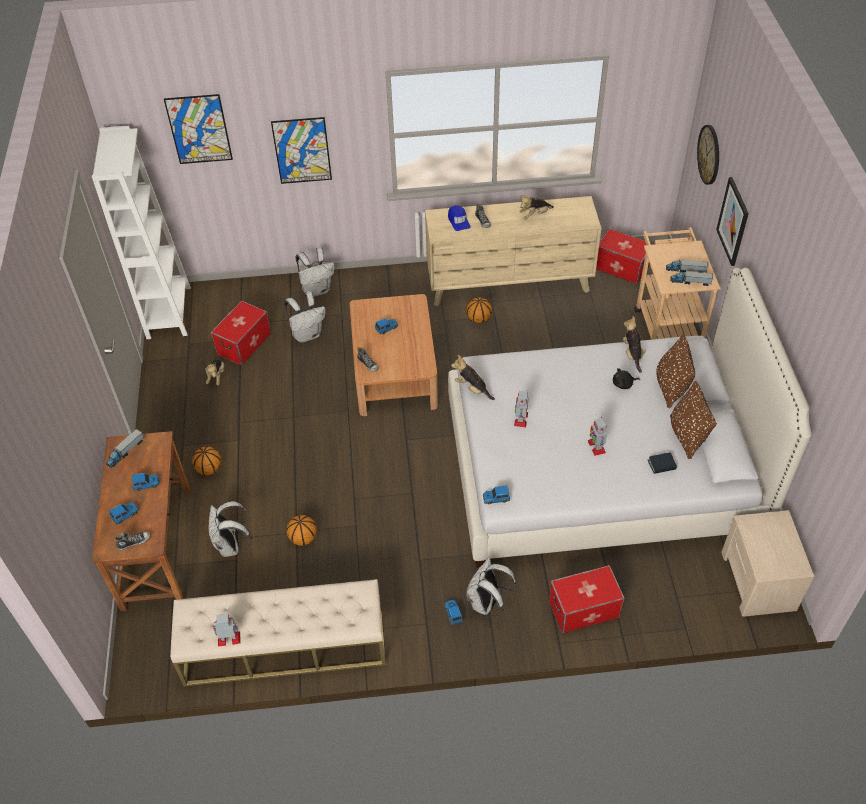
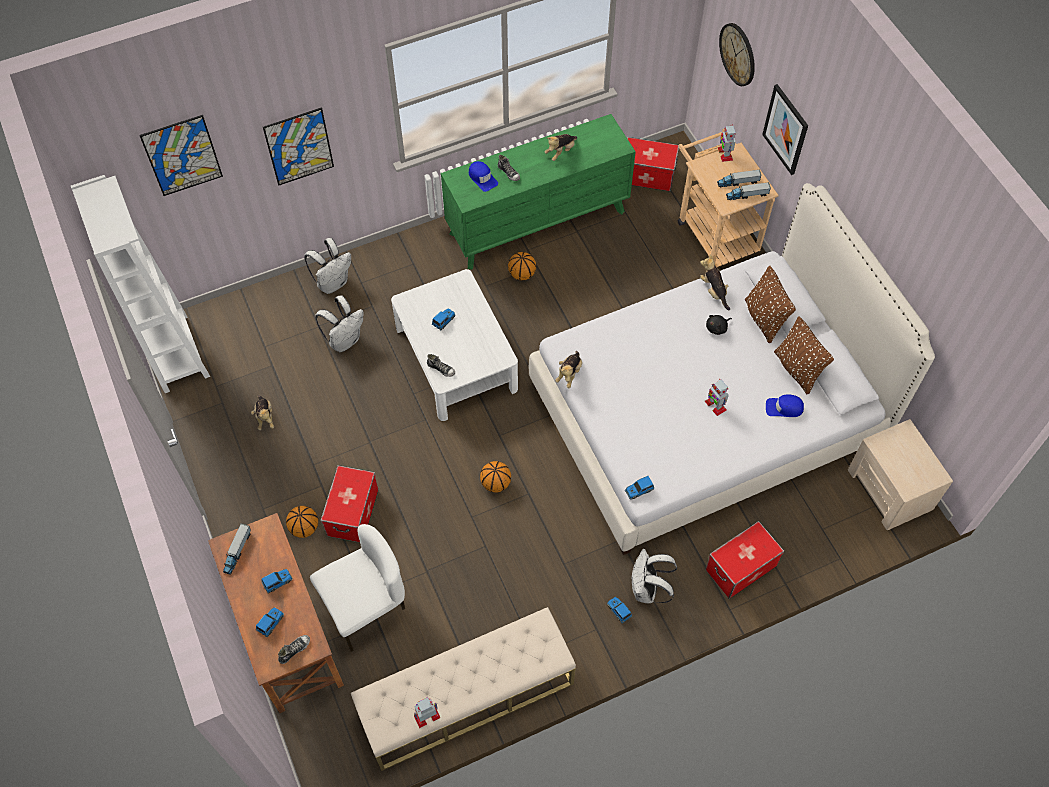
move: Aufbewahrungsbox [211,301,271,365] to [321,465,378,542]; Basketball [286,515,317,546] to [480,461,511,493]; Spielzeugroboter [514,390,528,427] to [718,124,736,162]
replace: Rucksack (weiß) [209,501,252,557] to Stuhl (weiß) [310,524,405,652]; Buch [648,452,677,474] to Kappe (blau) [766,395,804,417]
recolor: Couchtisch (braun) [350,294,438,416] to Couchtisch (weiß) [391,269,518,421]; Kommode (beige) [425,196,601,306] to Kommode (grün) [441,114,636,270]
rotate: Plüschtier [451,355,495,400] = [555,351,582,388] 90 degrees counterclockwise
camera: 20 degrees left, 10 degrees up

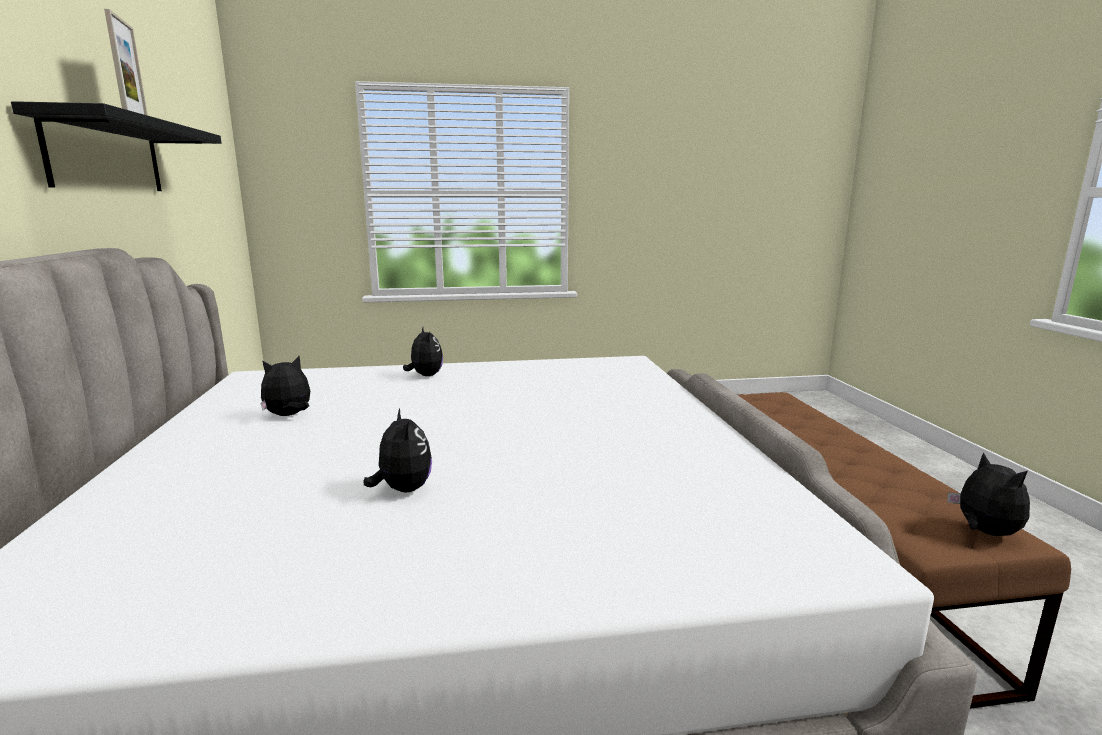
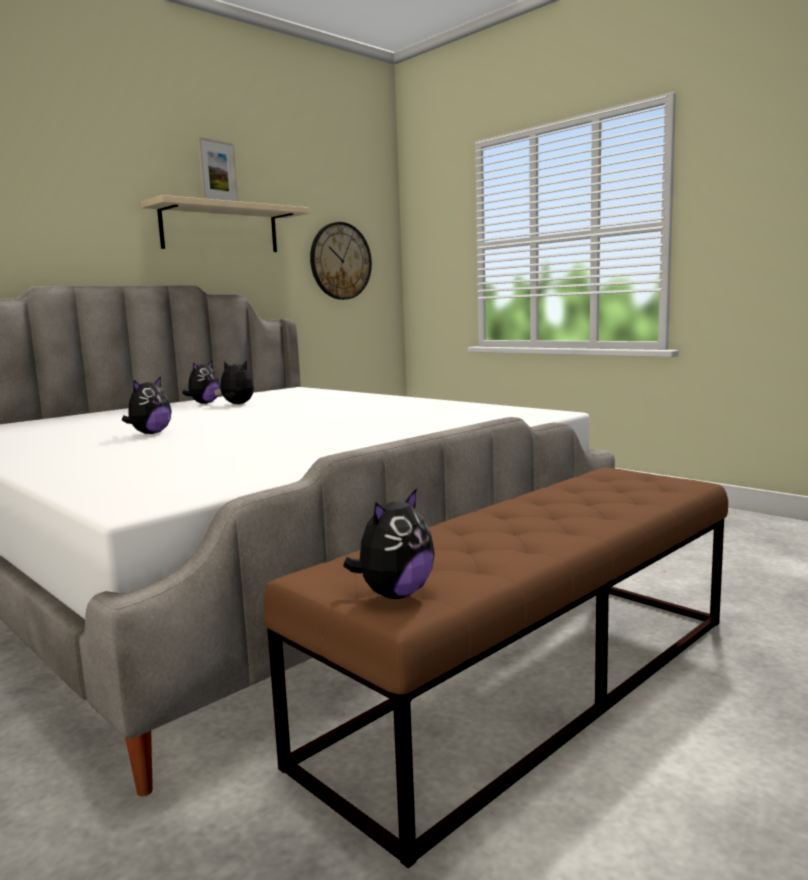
insert: Wanduhr [310,222,372,300]
move: Plüschtier [403,328,443,376] to [182,360,220,404]
recolor: Wandregal (schwarz) [11,101,221,191] to Wandregal (beige) [141,195,310,252]
camera: 55 degrees right, 5 degrees down

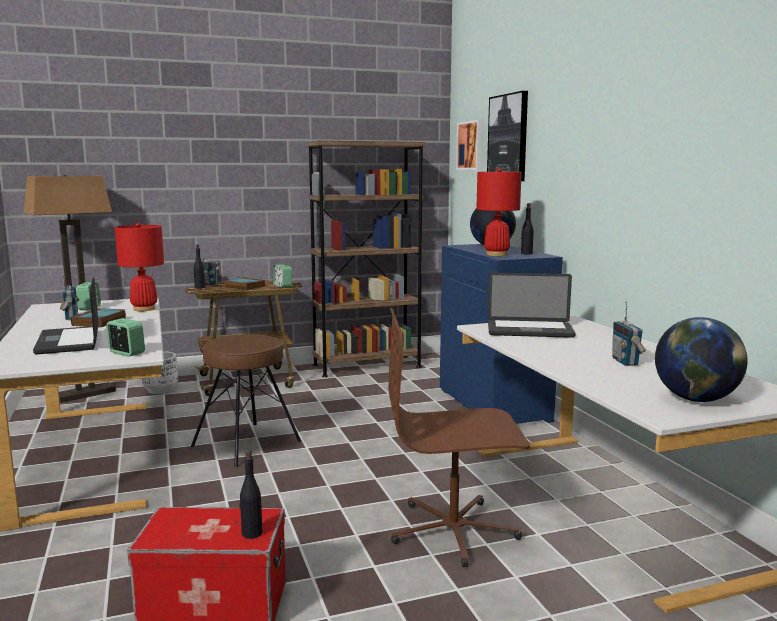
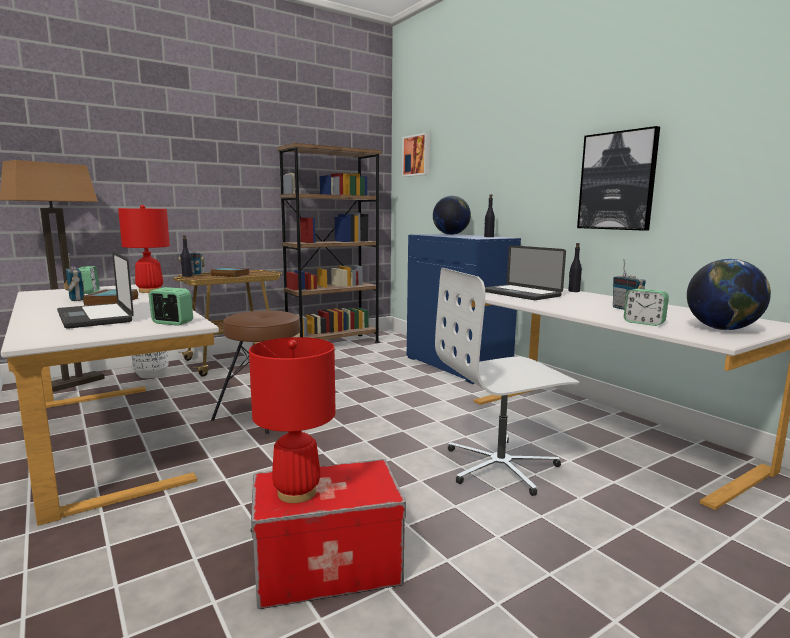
move: Flasche (schwarz) [239,450,263,539] to [568,243,582,292]; Wecker [273,264,292,288] to [624,289,669,326]; Tischlampe (rot) [476,168,522,256] to [249,337,335,503]; Bild [487,91,528,181] to [577,126,660,231]
recolor: Bürostuhl (braun) [388,308,530,567] to Bürostuhl (weiß) [435,268,580,496]
rotate: Laptop [488,273,576,338] = [485,245,566,300] 60 degrees clockwise
camera: 15 degrees left, 0 degrees up

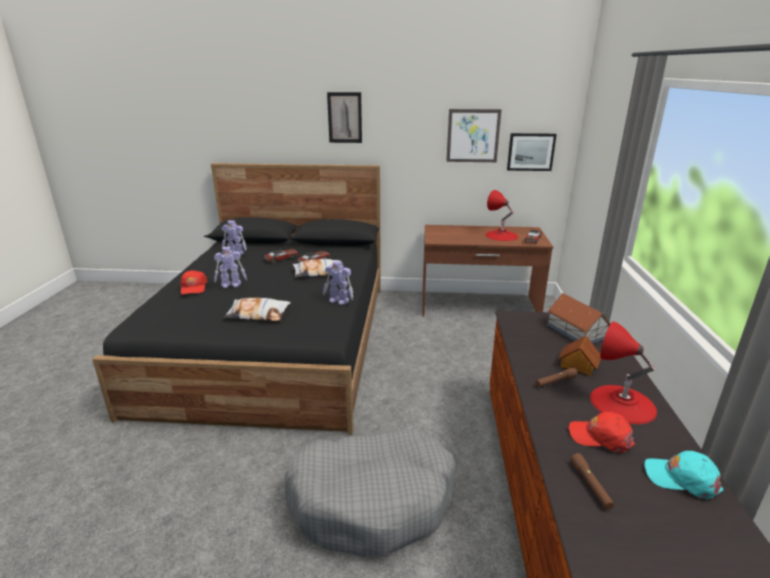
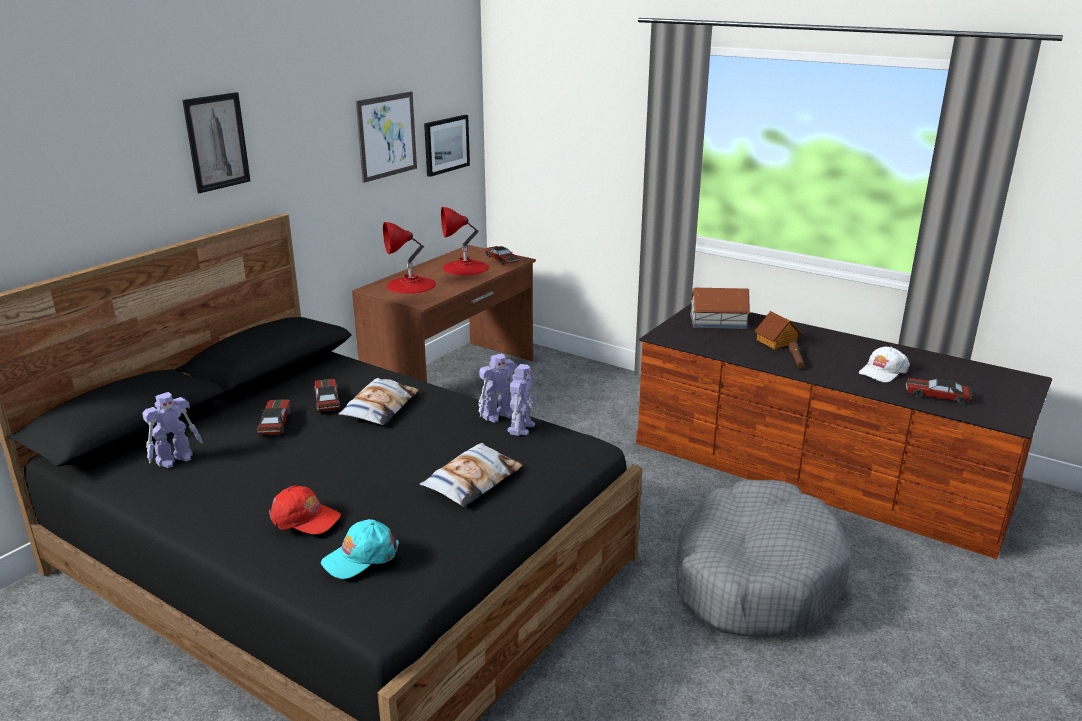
move: Spielzeugroboter [214,247,247,288] to [507,364,535,436]; Tischlampe (rot) [590,321,657,424] to [383,222,436,294]; Kappe (türkis) [645,451,723,499] to [321,519,399,579]
replace: Taschenlampe (braun) [571,453,614,510] to Spielzeugauto [906,378,972,404]
recolor: Kappe (rot) [569,412,635,453] to Kappe (weiß) [859,347,910,382]
camera: 60 degrees left, 0 degrees up

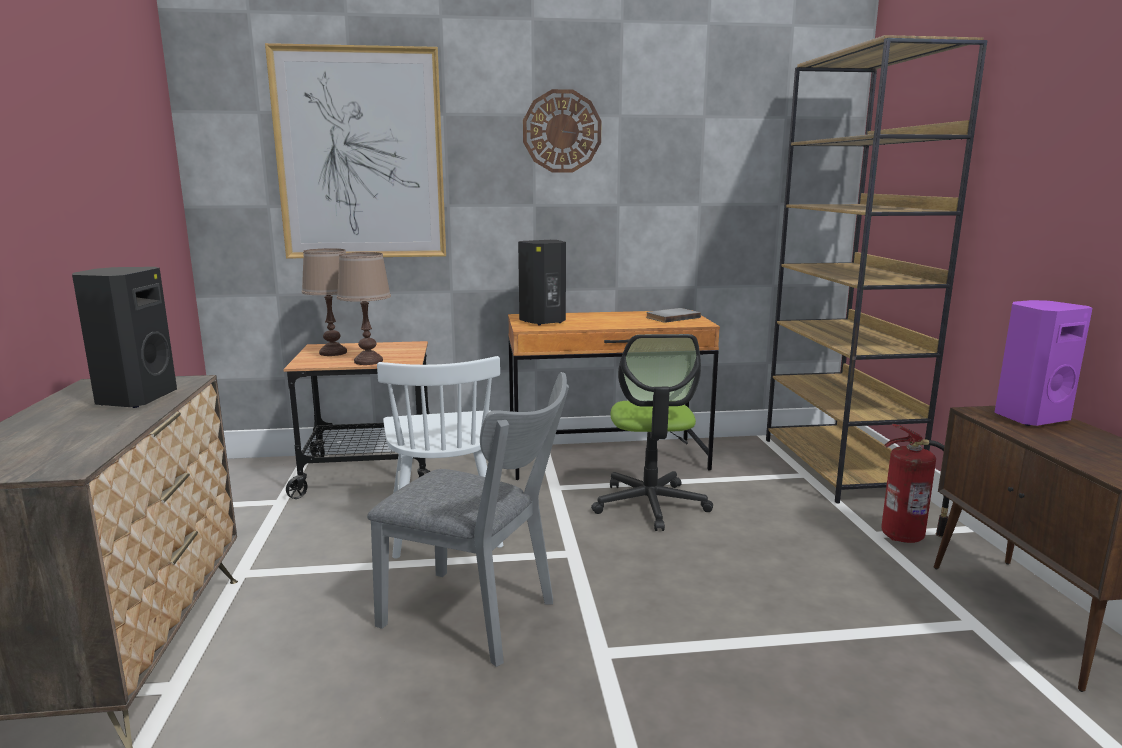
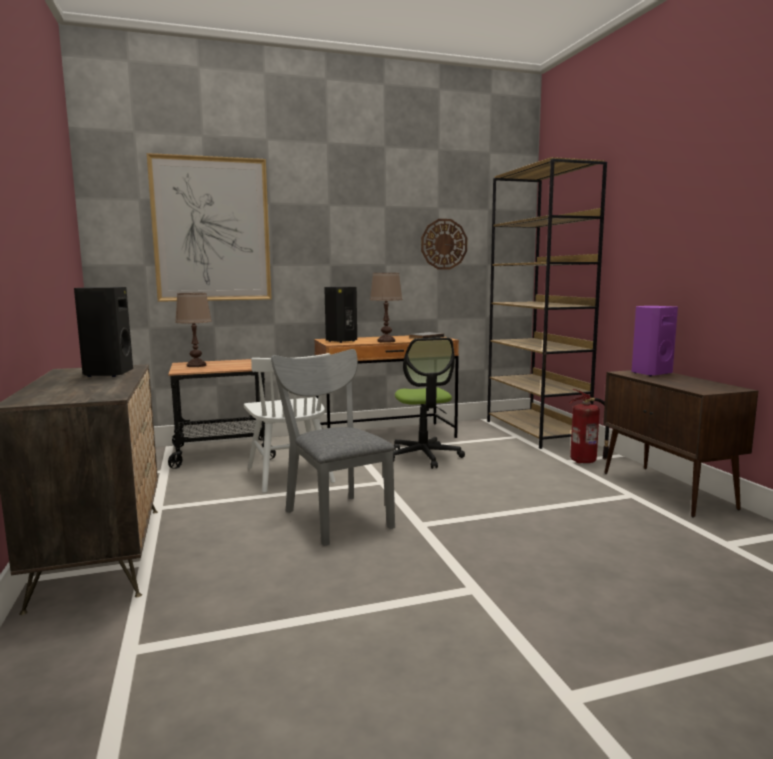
move: Tischlampe (braun) [337,252,391,365] to [370,273,403,343]; Wanduhr [523,89,601,172] to [421,219,467,270]
rotate: Stuhl (grau) [367,372,569,667] = [271,349,395,546] 135 degrees counterclockwise
camera: 10 degrees left, 5 degrees down

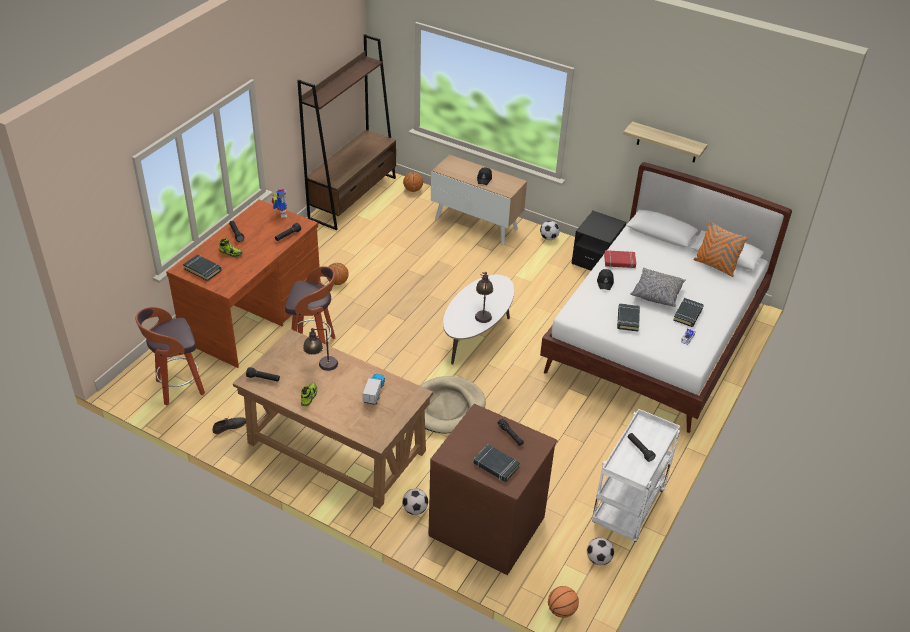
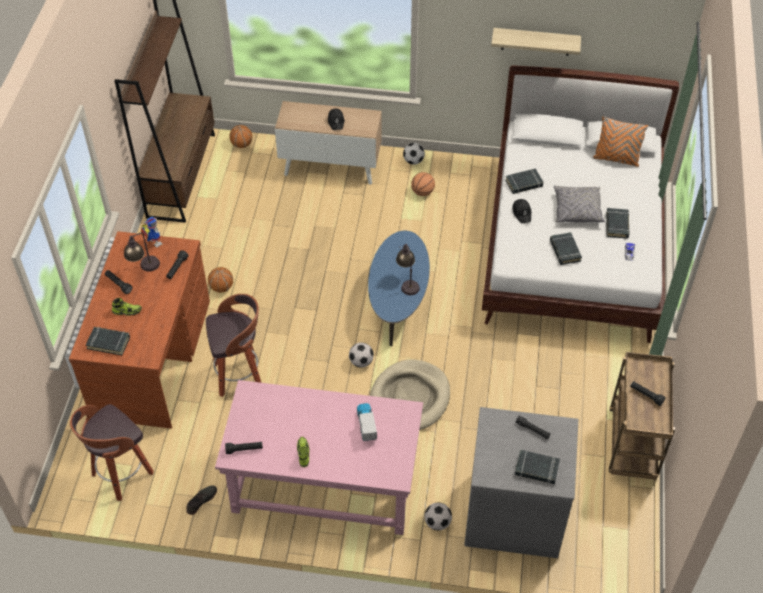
delete: Nachttisch (schwarz) [571,211,626,271]
move: Tischlampe [303,328,338,371] to [124,232,160,272]; Basketball [548,586,579,618] to [411,172,435,196]; Fußball [587,538,614,565] to [349,343,374,368]
recolor: Schreibtisch (braun) [233,329,433,509] to Schreibtisch (rosa) [215,380,423,535]; Kommode (braun) [428,404,558,575] to Kommode (grau) [464,407,578,558]; Couchtisch (weiß) [443,274,515,365] to Couchtisch (blau) [368,231,430,346]; Rollwagen (weiß) [592,409,680,542] to Rollwagen (braun) [609,352,675,480]; Buch (rot) [604,250,636,268] to Buch (schwarz) [505,168,544,194]
camera: 20 degrees left, 10 degrees up

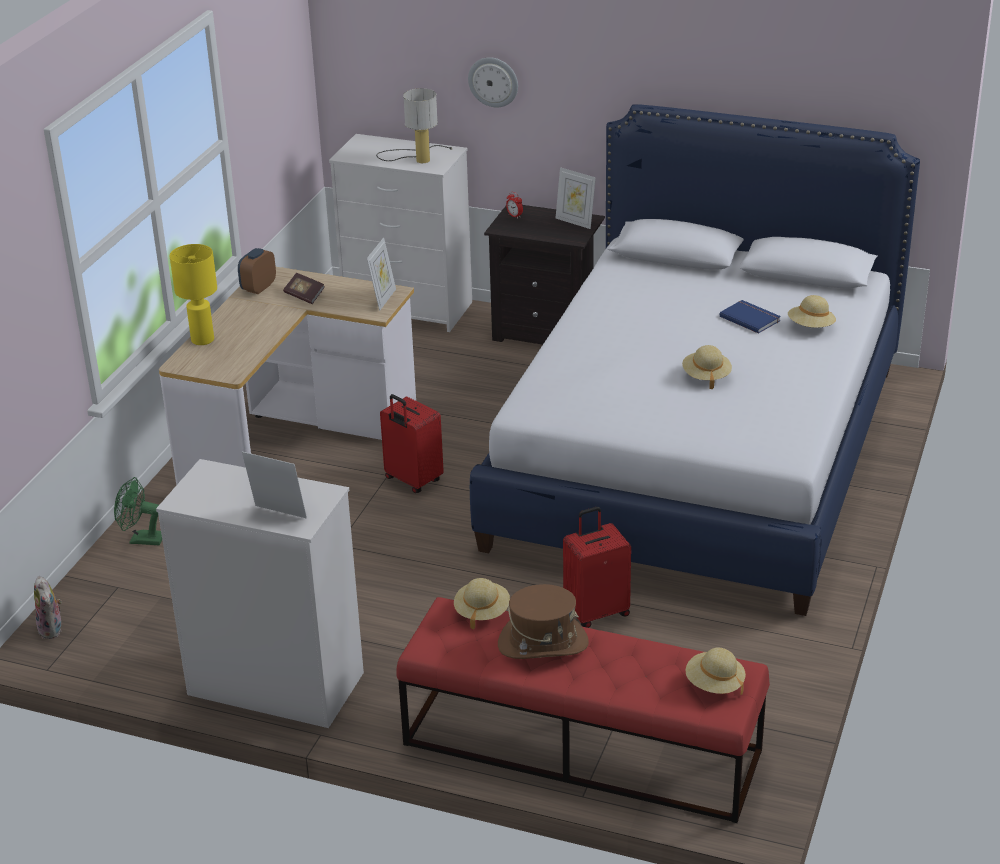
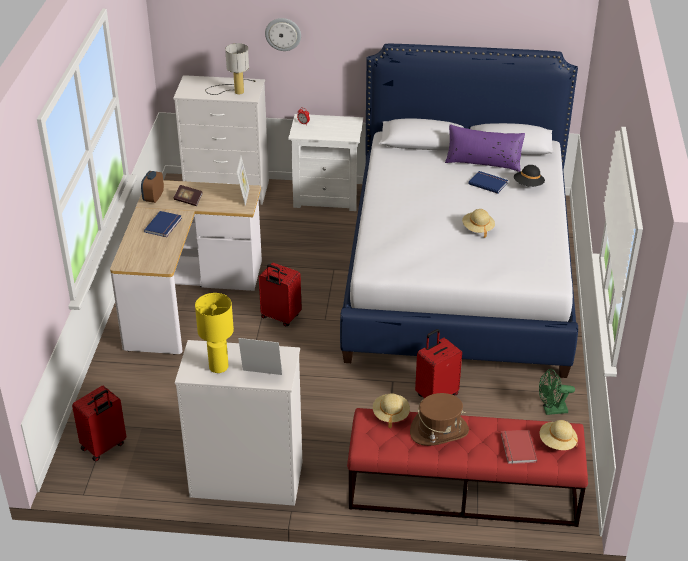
delete: Plüschtier [34,576,62,639]; Bilderrahmen [556,167,596,229]
insert: Koffer (rot) [72,386,126,461]; Buch (blau) [144,211,182,237]; Kissen (lila) [445,124,525,172]; Buch (rot) [501,430,537,464]
move: Ventilator (grün) [114,477,162,545] to [539,369,575,415]; Tischlampe (gelb) [170,244,217,345] to [195,293,234,373]
recolor: Nachttisch (schwarz) [484,205,605,345] to Nachttisch (weiß) [288,114,363,211]; Hut (beige) [788,295,836,328] to Hut (schwarz) [514,165,545,187]
camera: 15 degrees left, 5 degrees up

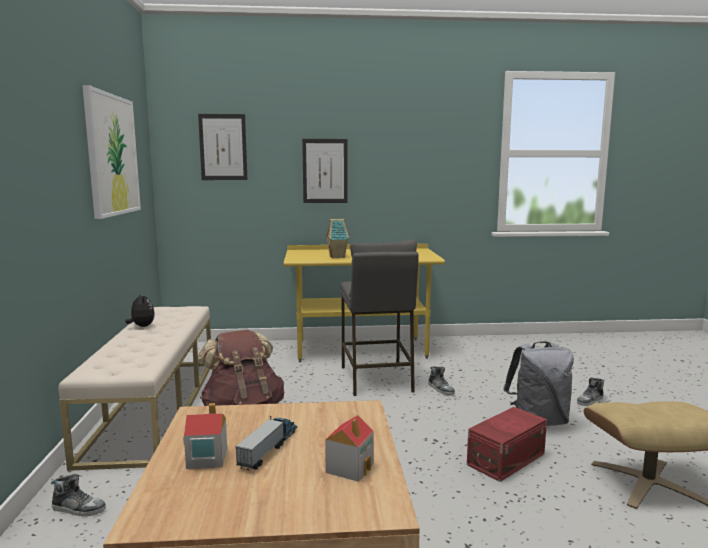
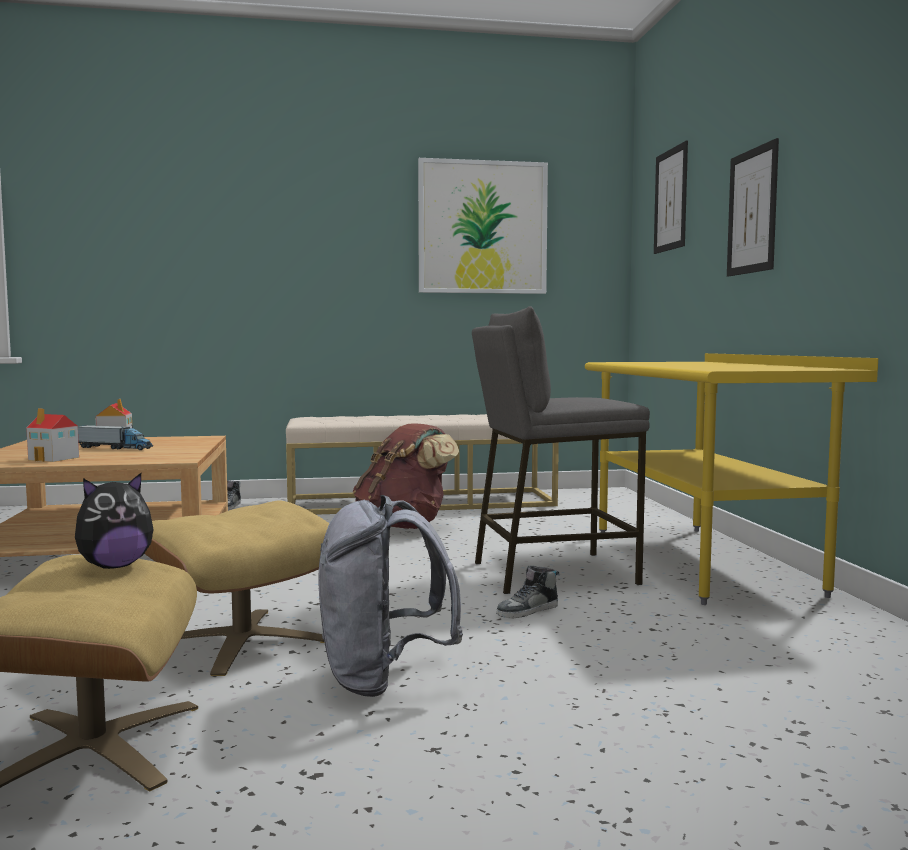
delete: Spielzeughaus [326,219,349,259]; Schuh [577,377,604,406]
move: Plüschtier [125,293,155,327] to [75,473,154,569]
replace: Aufbewahrungsbox (rot) [467,407,547,482] to Polsterhocker (beige) [144,501,330,676]
camera: 85 degrees right, 5 degrees down

